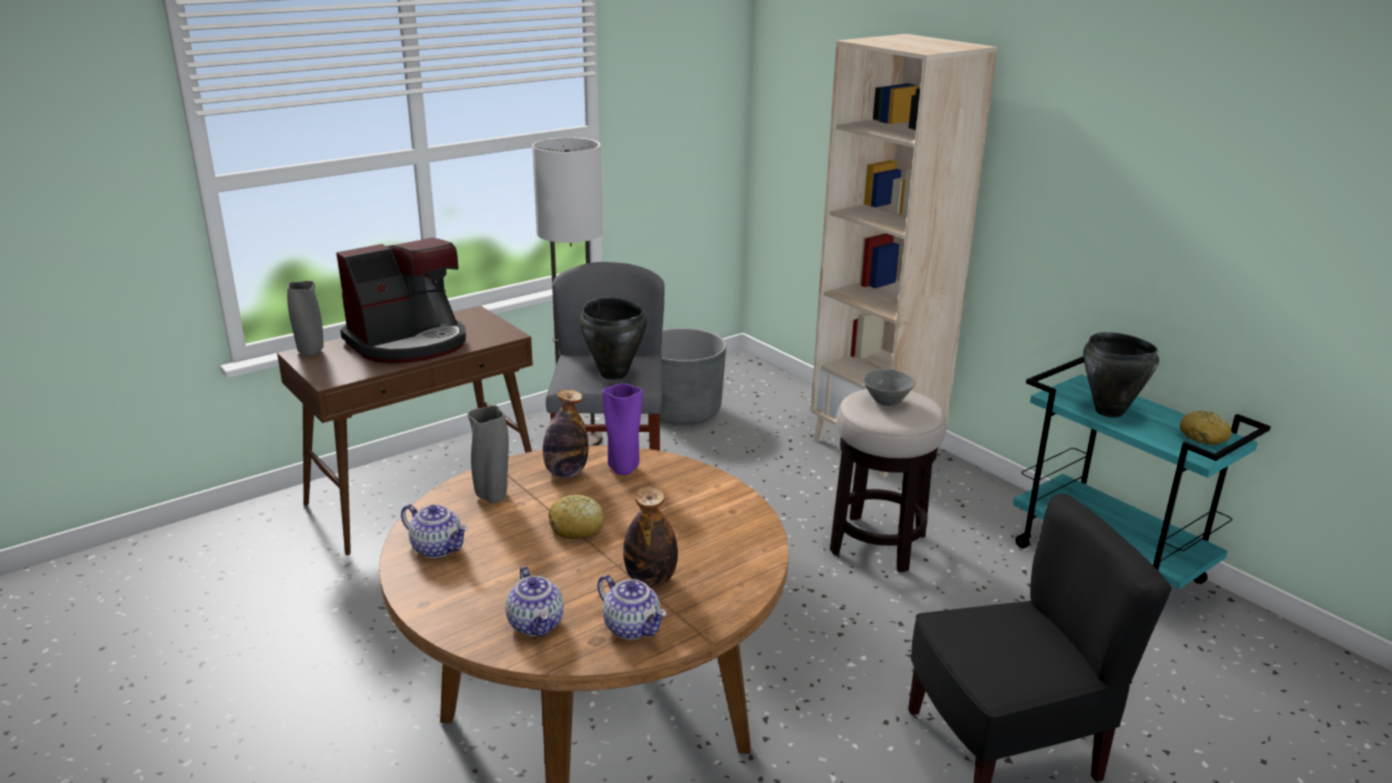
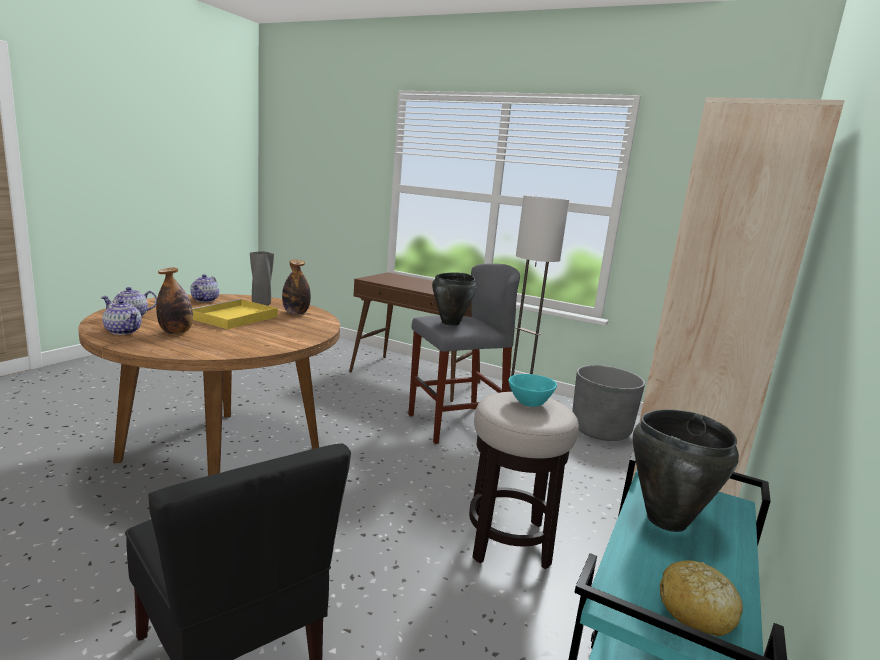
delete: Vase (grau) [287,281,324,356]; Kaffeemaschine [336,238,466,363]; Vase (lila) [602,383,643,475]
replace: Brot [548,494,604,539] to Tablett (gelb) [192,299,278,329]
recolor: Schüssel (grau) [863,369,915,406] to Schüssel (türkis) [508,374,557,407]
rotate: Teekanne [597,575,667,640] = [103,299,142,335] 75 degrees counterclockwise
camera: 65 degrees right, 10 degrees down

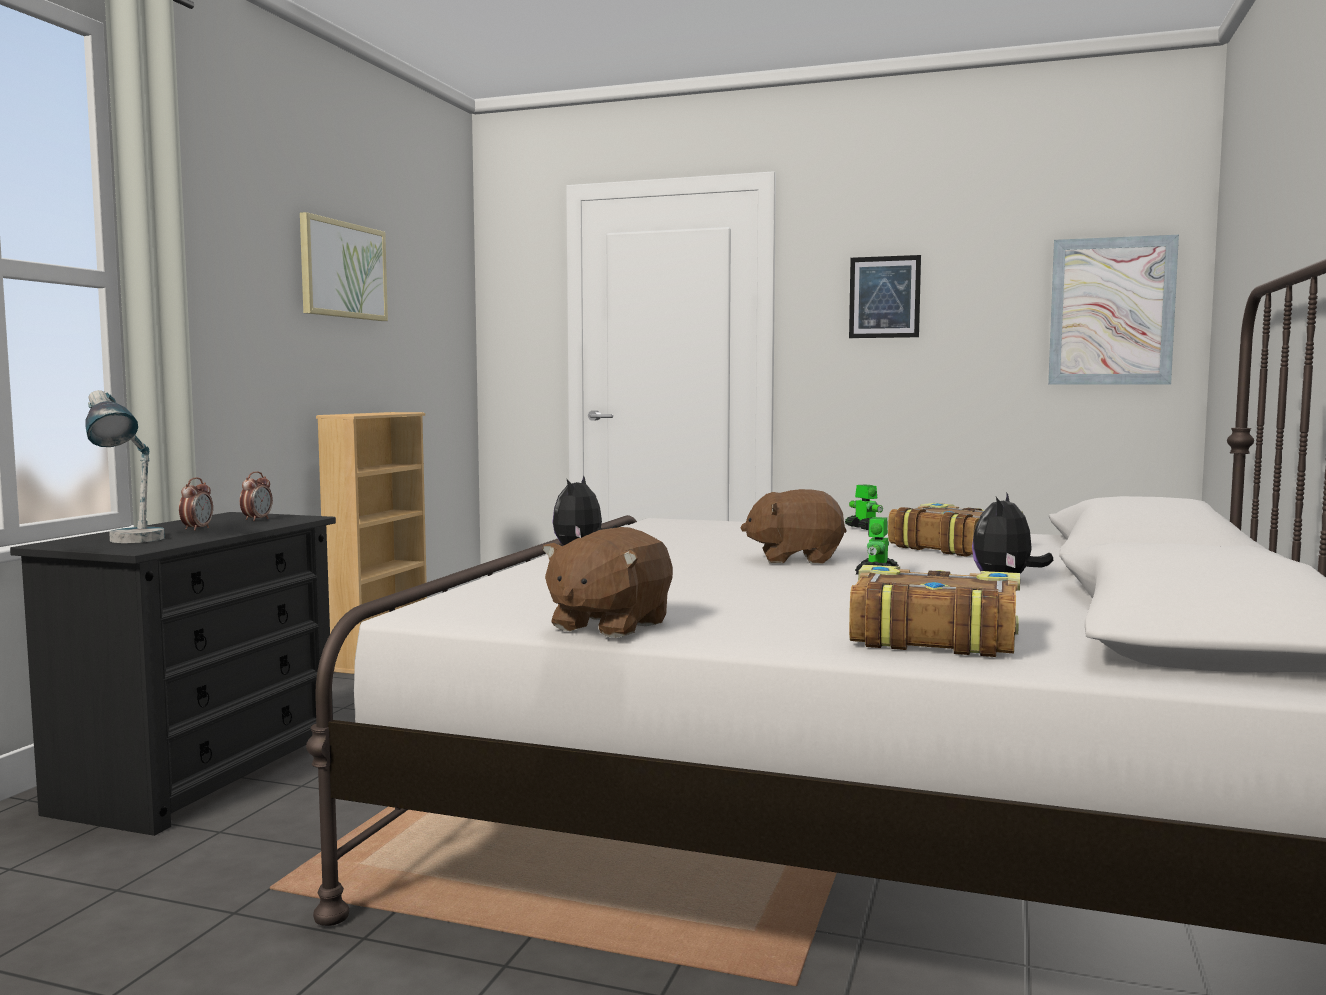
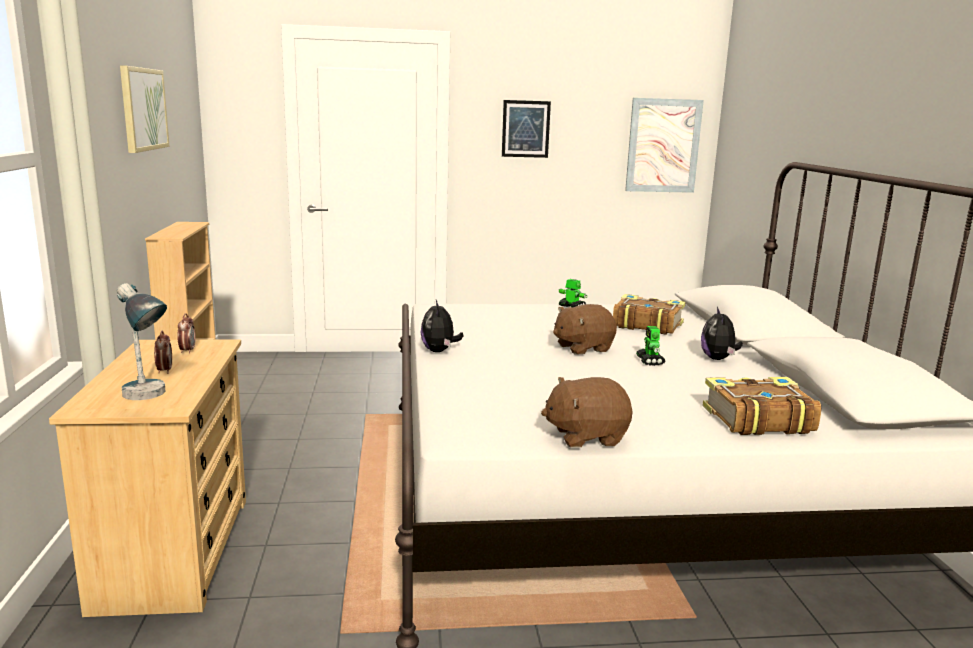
recolor: Kommode (schwarz) [10,512,336,836] to Kommode (beige) [49,339,246,617]
rotate: Plüschtier (braun) [542,527,673,638] = [541,377,633,447] 75 degrees clockwise
camera: 25 degrees left, 10 degrees up

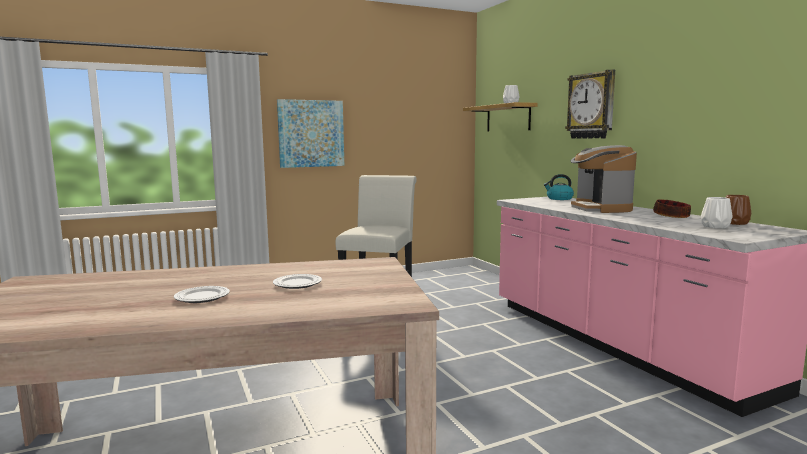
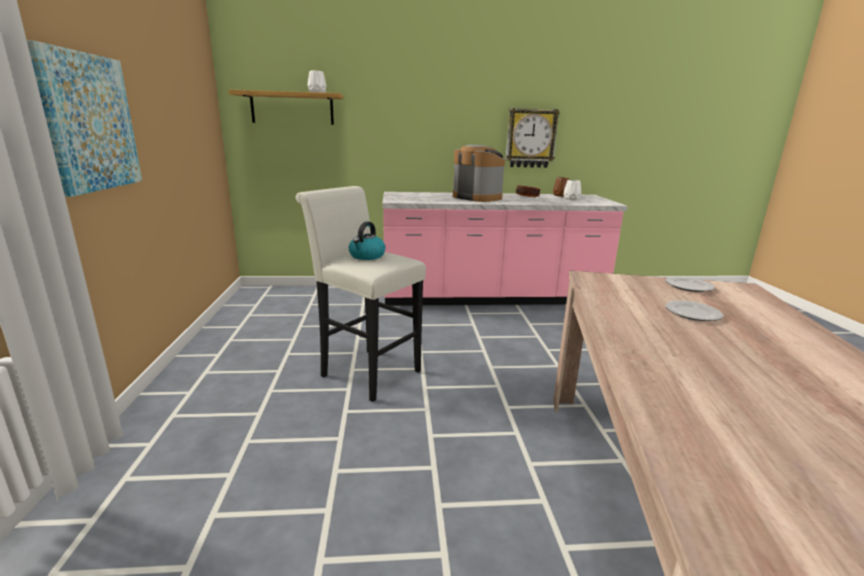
move: Teller [174,286,230,303] to [665,276,714,292]; Wasserkessel [544,174,574,200] to [349,221,386,260]; Wanduhr [565,70,615,139] to [506,108,560,168]
rotate: Kaffeemaschine [571,145,637,213] = [453,145,505,202] 150 degrees counterclockwise
camera: 70 degrees left, 10 degrees up

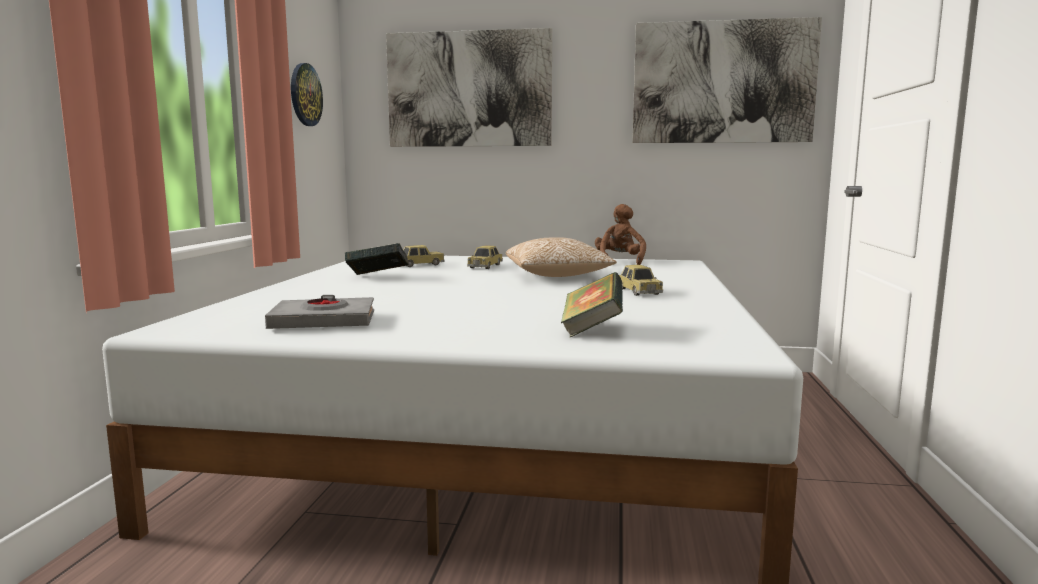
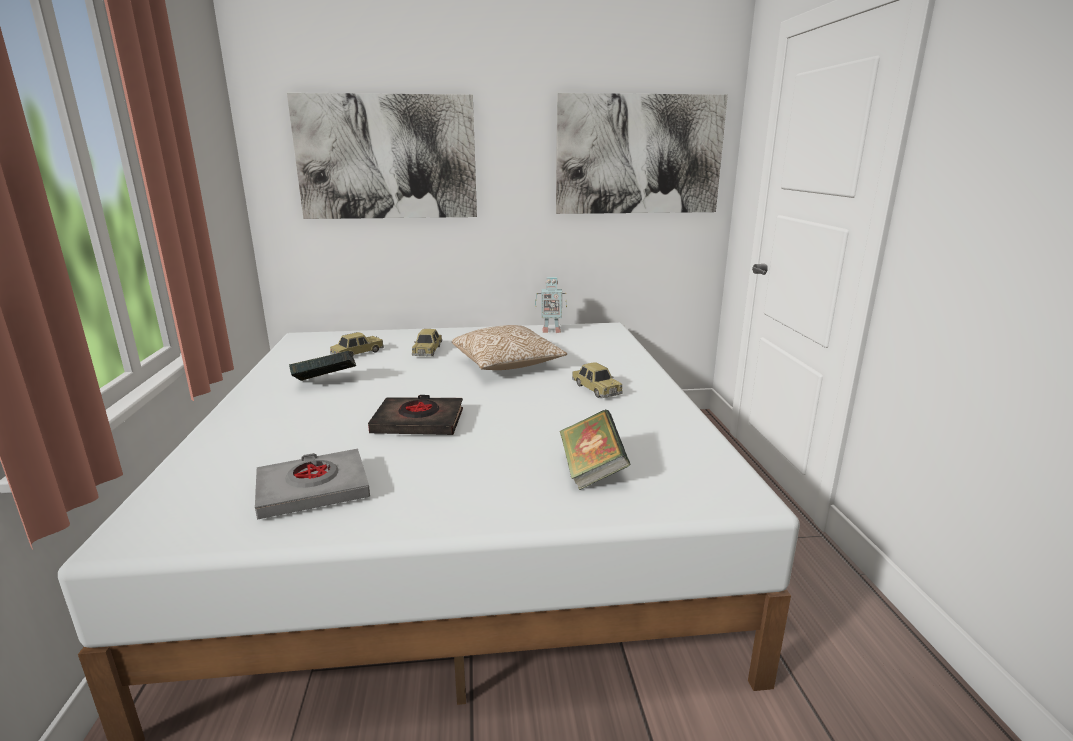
delete: Wanduhr [291,63,323,126]
insert: Buch (schwarz) [368,395,463,435]
replace: Plüschtier (braun) [595,204,646,265] to Spielzeugroboter [535,277,567,333]
camera: 15 degrees left, 10 degrees up

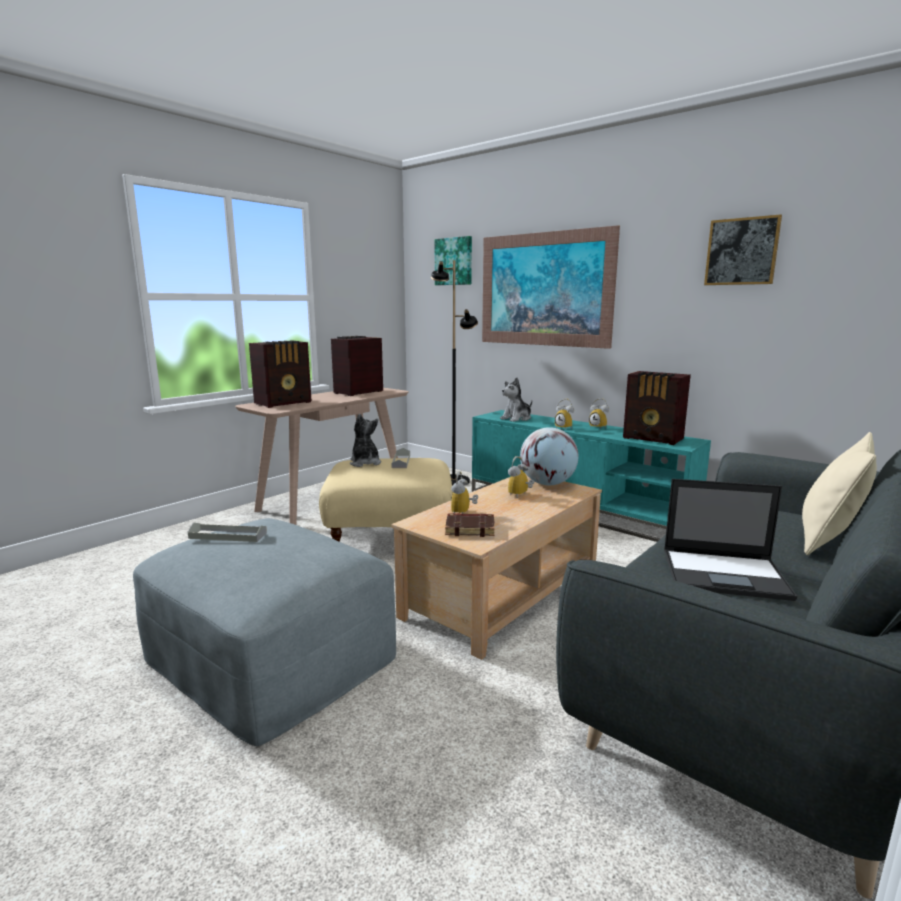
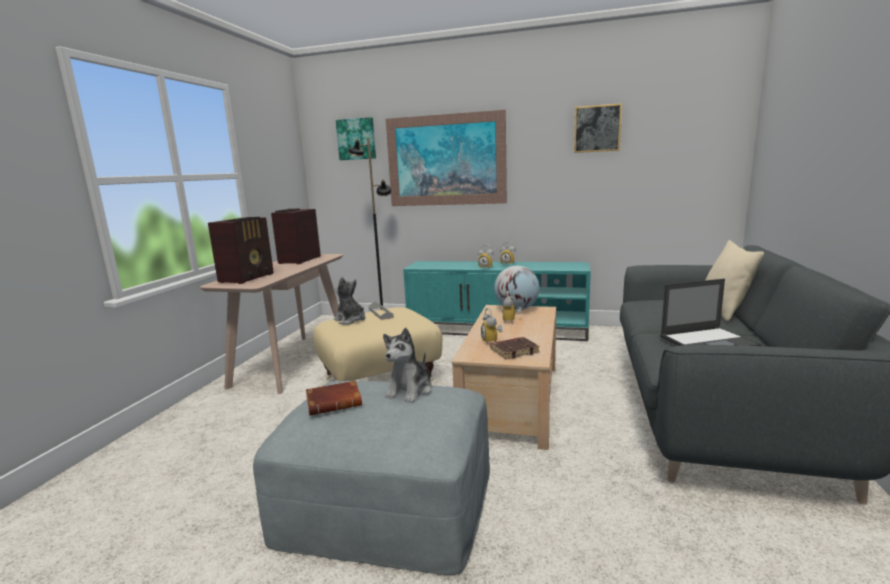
delete: Radio [623,371,691,445]
move: Plüschtier [500,377,532,422] to [383,328,432,403]
replace: Tablett (grau) [188,523,267,542] to Buch (braun) [306,381,362,415]
camera: 25 degrees left, 0 degrees up

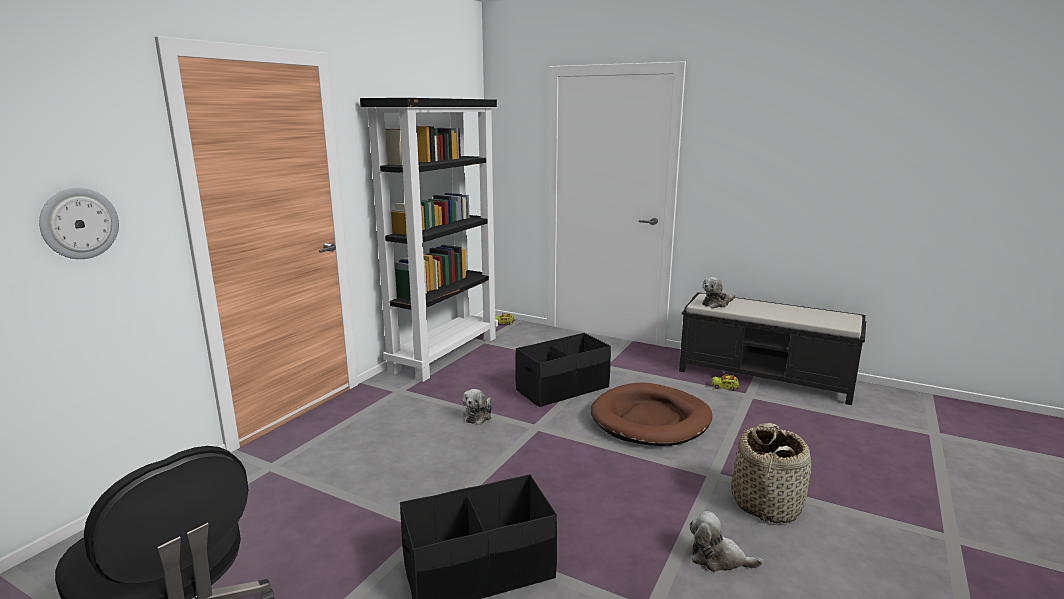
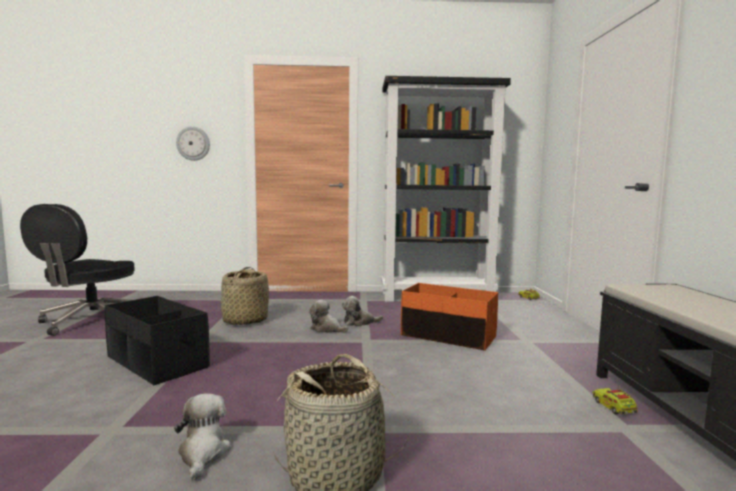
delete: Hundebett (braun) [590,382,712,446]
insert: Korb [221,267,269,325]
move: Plüschtier [702,277,735,308] to [309,300,348,333]
recolor: Aufbewahrungsbox (schwarz) [515,333,611,407] to Aufbewahrungsbox (orange) [401,283,498,350]
camera: 60 degrees right, 10 degrees down

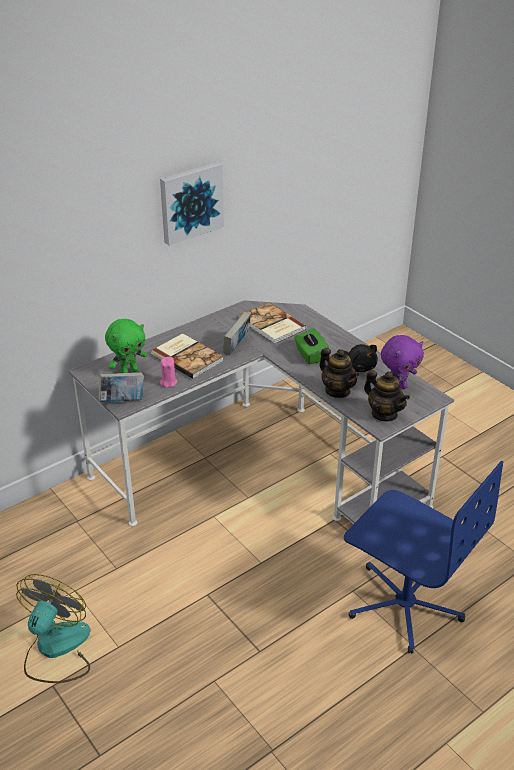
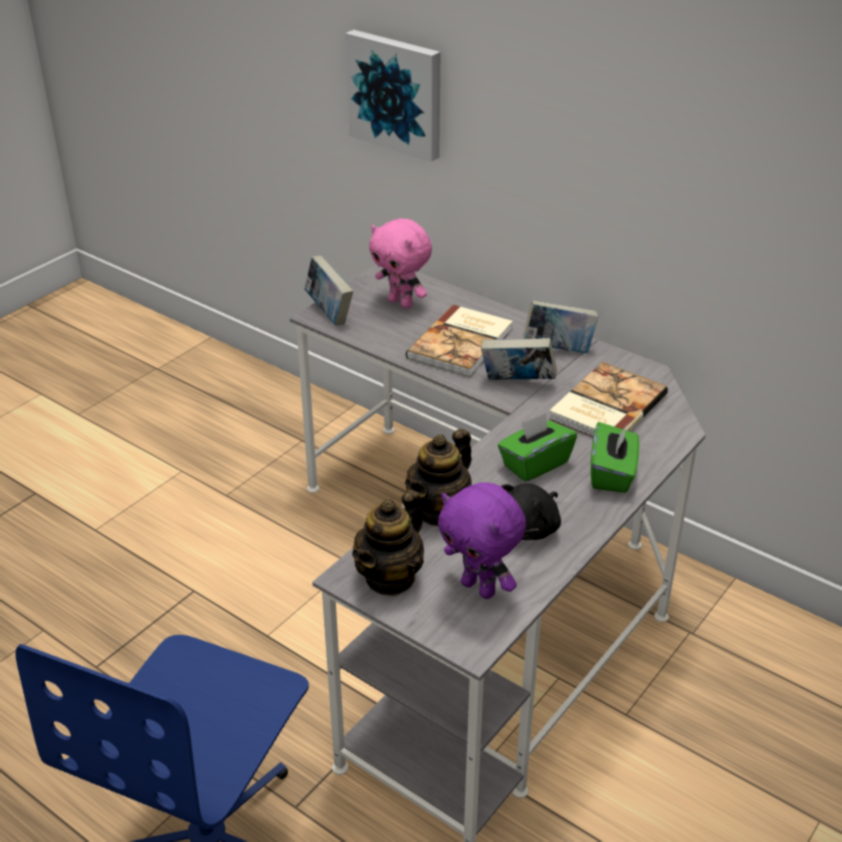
delete: Ventilator [16,574,90,683]; Kerze (rosa) [160,357,177,388]
insert: Buch [523,300,598,353]; Taschentuchbox (grün) [591,422,639,493]
move: Bild [160,162,224,246] to [345,30,440,162]
recolor: Plüschtier (grün) [105,319,147,373] to Plüschtier (rosa) [369,218,432,309]
camera: 75 degrees right, 0 degrees up

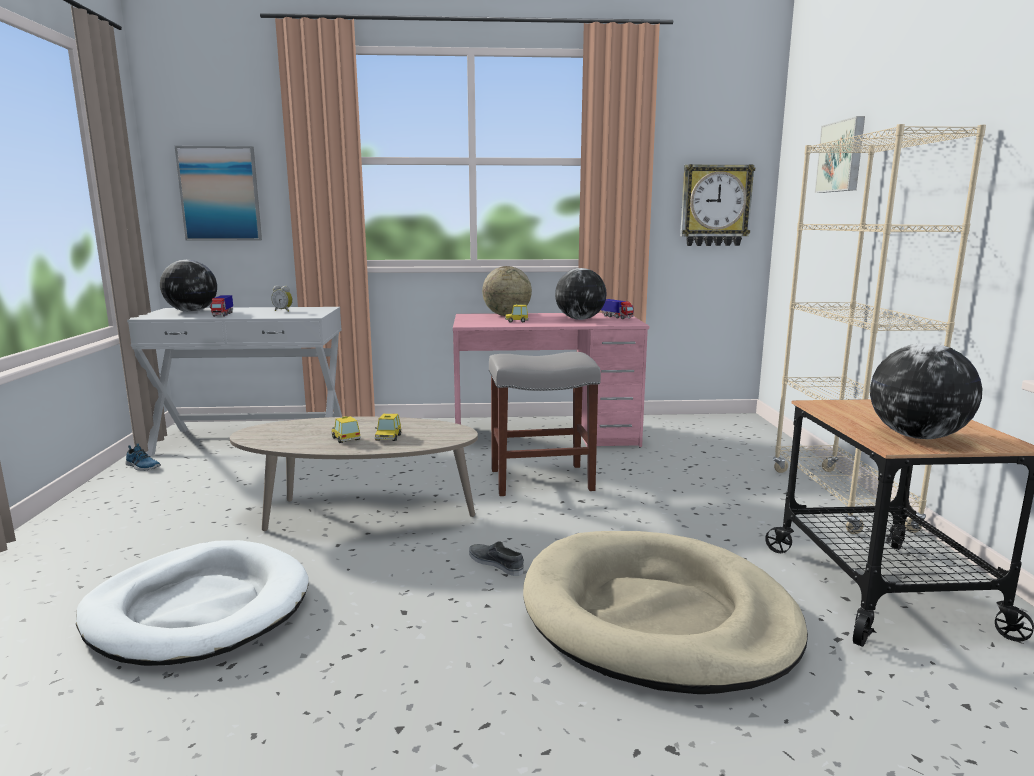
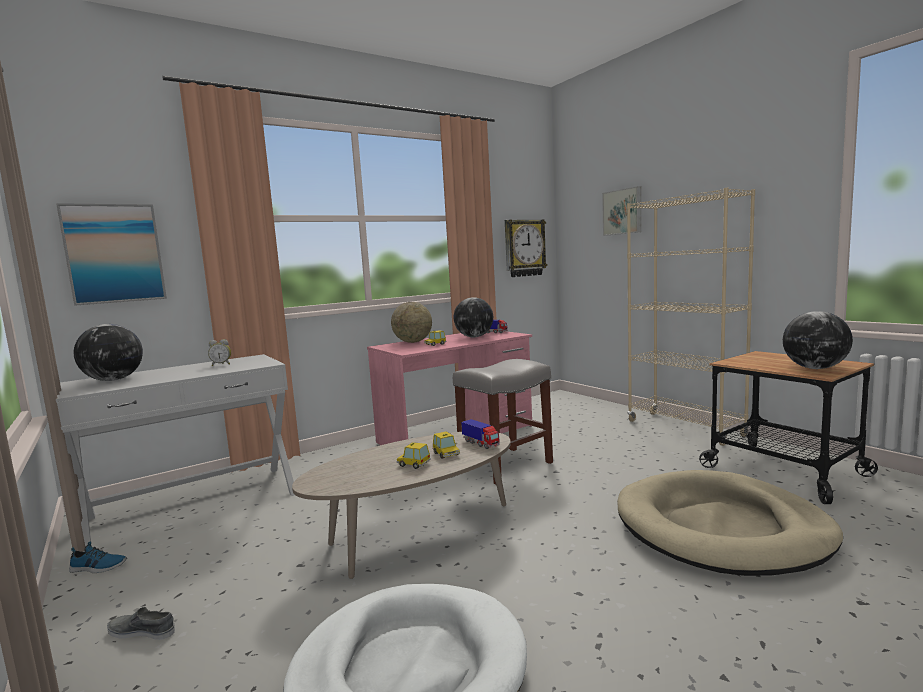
move: Spielzeuglaster [209,295,233,317] to [461,419,500,449]; Schuh (grau) [469,541,524,576] to [107,607,175,640]
camera: 30 degrees left, 5 degrees down

